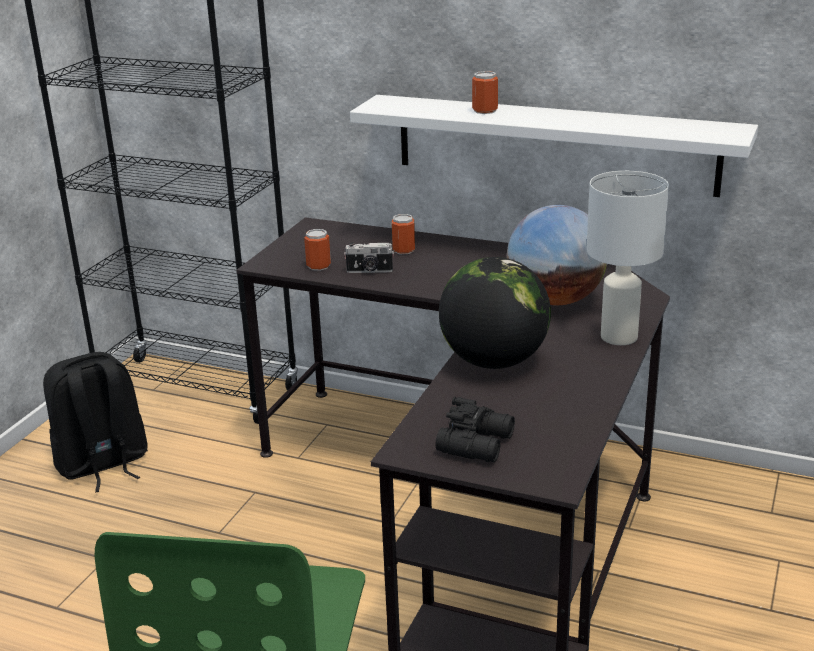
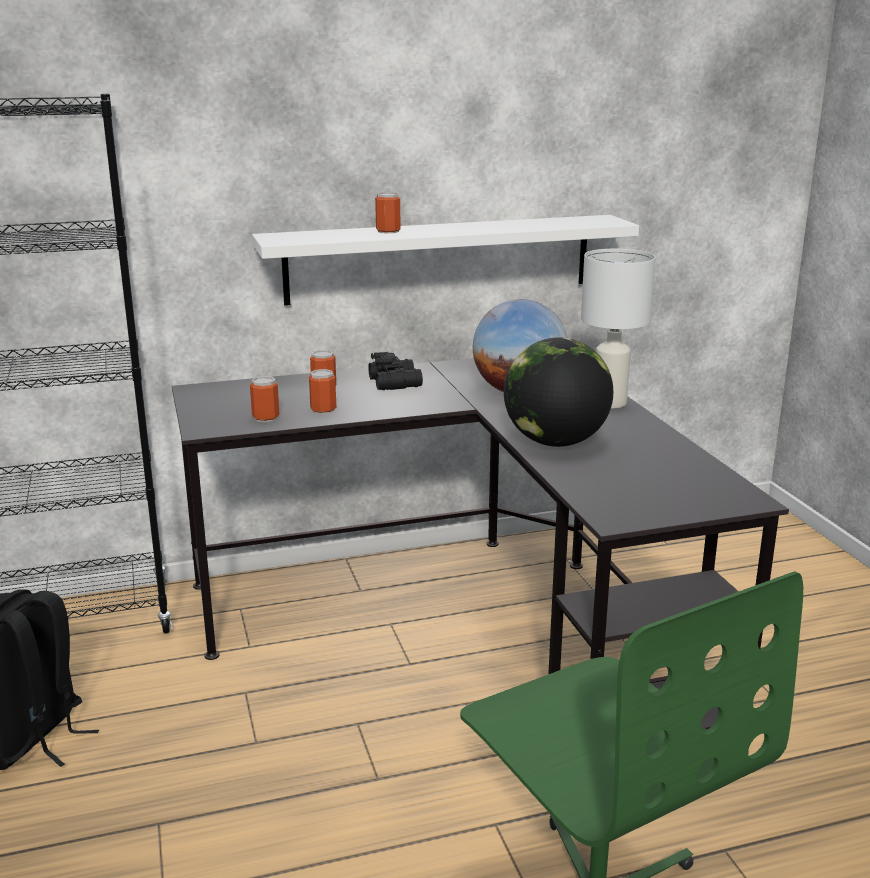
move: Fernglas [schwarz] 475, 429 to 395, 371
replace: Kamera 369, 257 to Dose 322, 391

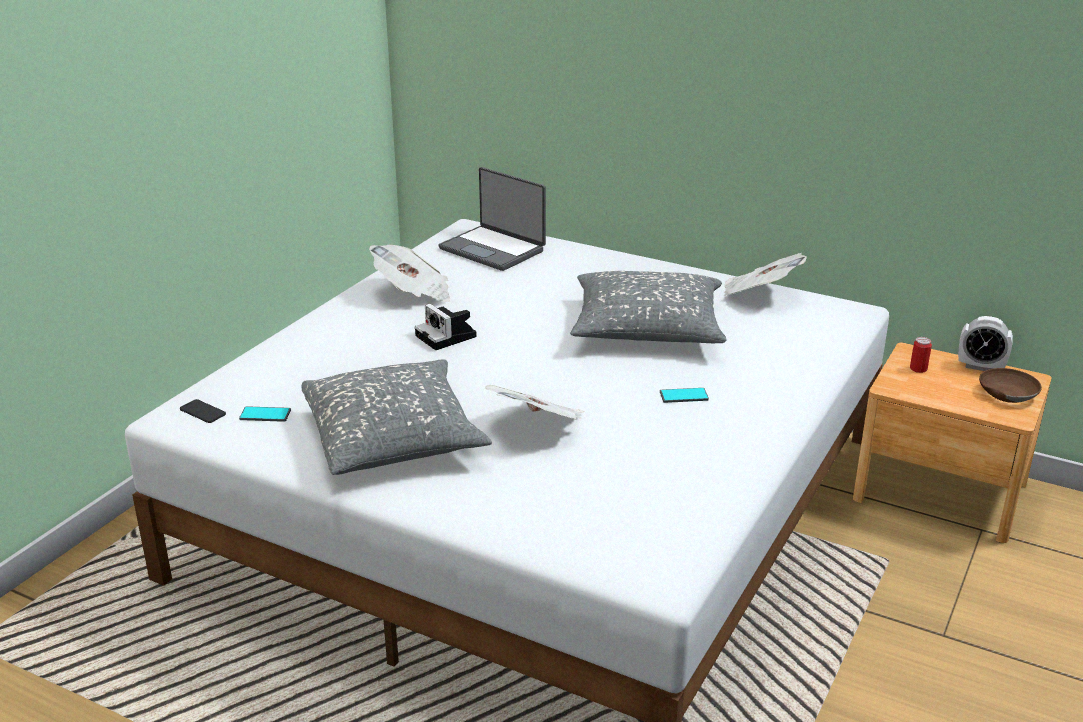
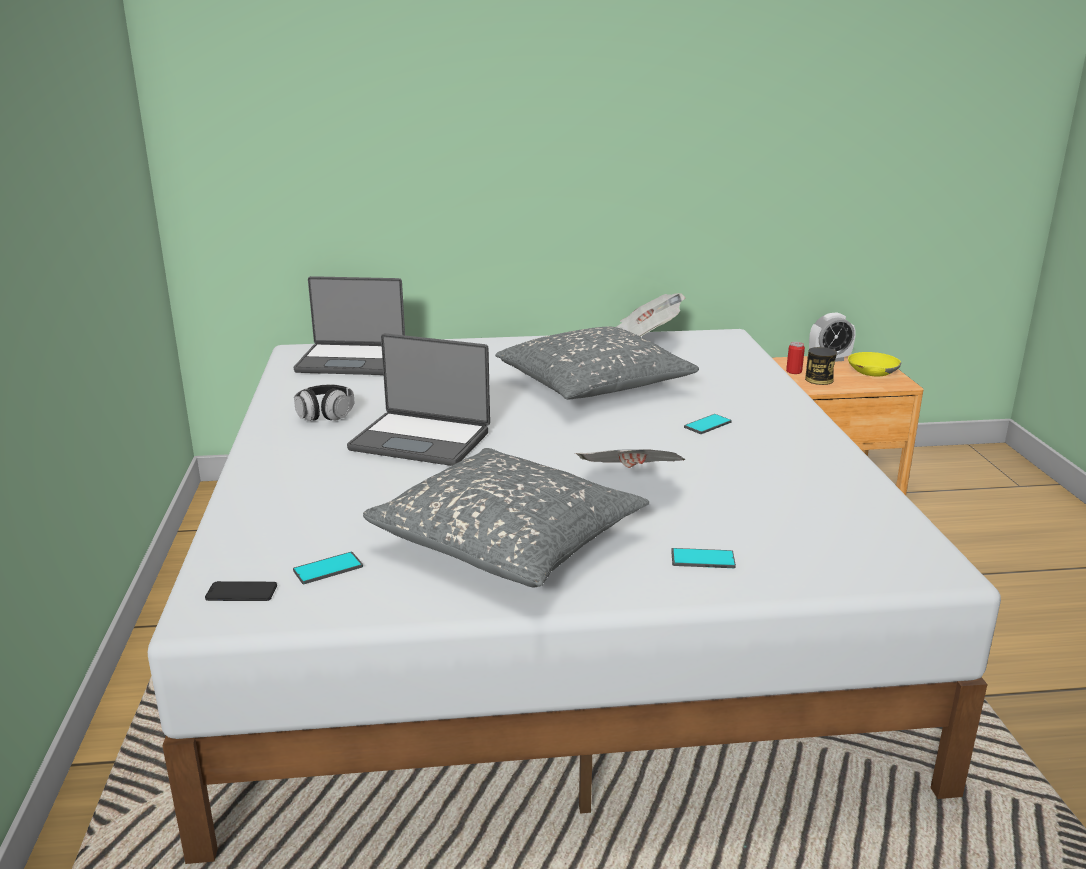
insert: Handy 703, 558; Dose 821, 366
replace: Zeitung 409, 273 to Kopfhörer 324, 402; Kamera 446, 327 to Laptop 418, 399
recolor: Schüssel [braun] 1010, 385 to Schüssel [gelb] 874, 364

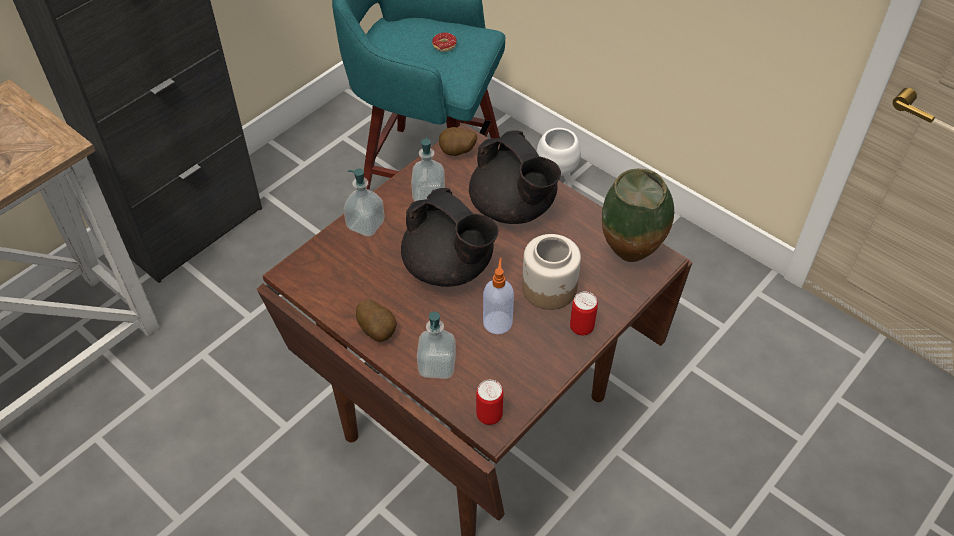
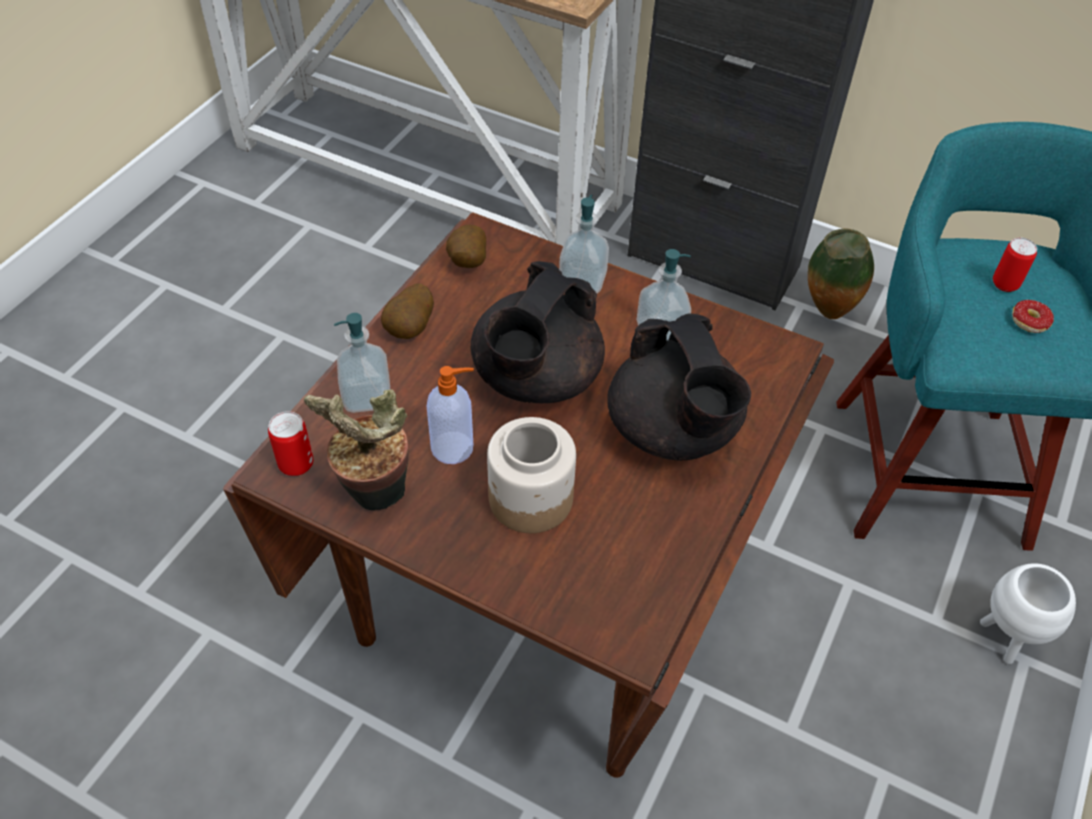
insert: Topfpflanze 356, 450
move: Kartoffel 458, 141 to 466, 246; Vase 638, 215 to 841, 273; Dose 584, 313 to 1015, 264
rotate: Teekanne [schwarz] 515, 177 = 679, 387 60 degrees counterclockwise

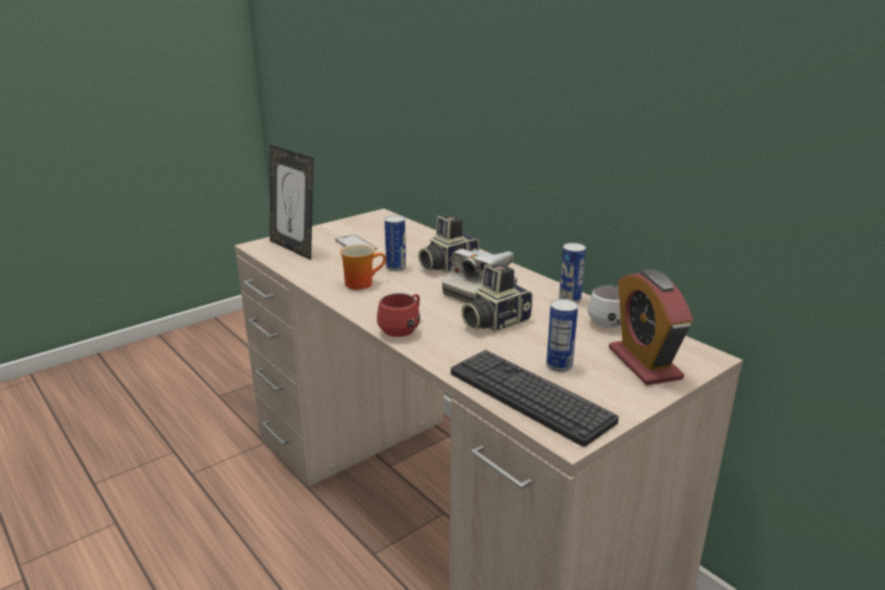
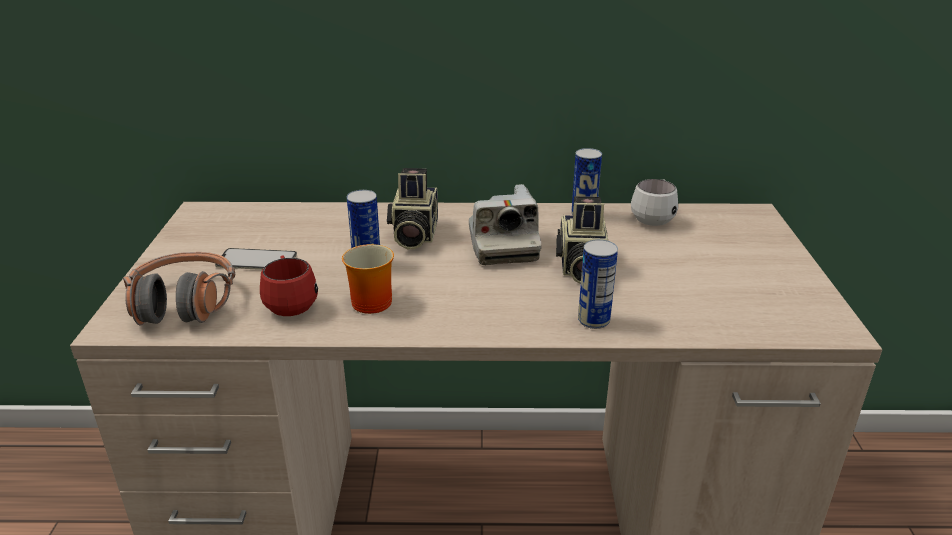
delete: Tastatur 535, 398; Wecker 651, 327
move: Henkelbecher [rot] 398, 315 to 289, 285; Dose 562, 335 to 598, 284
replace: Bilderrahmen 292, 202 to Kopfhörer 179, 289

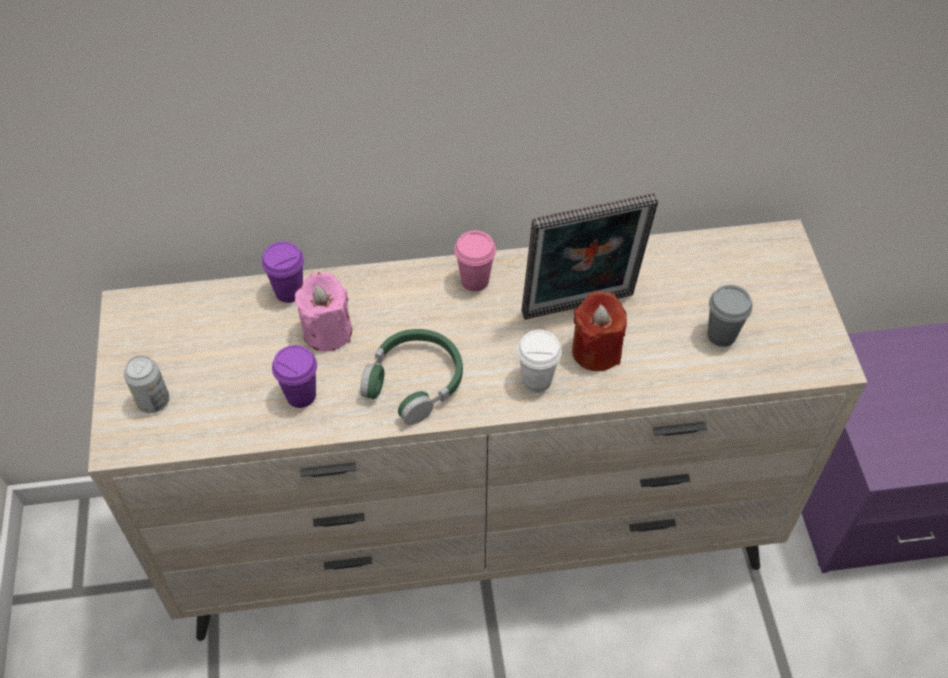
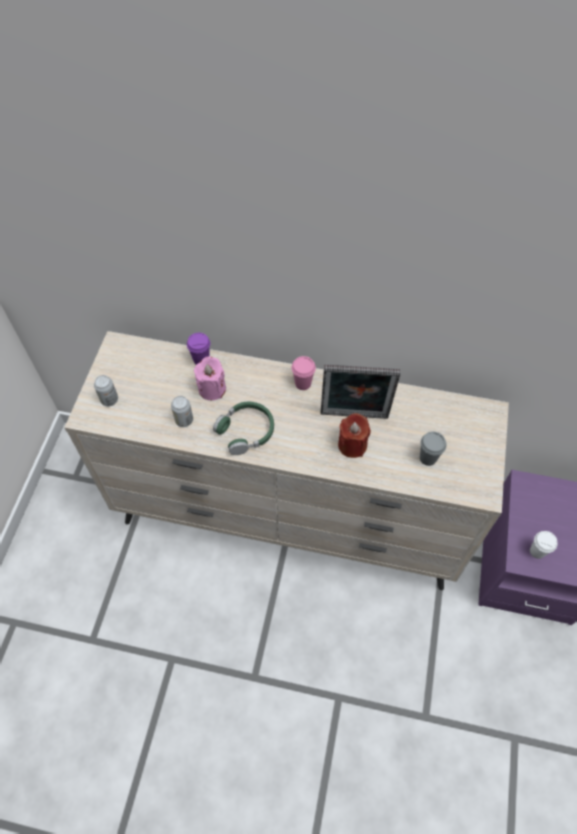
move: Tasse [weiß] 539, 361 to 544, 545
replace: Tasse [lila] 294, 376 to Dose 182, 411

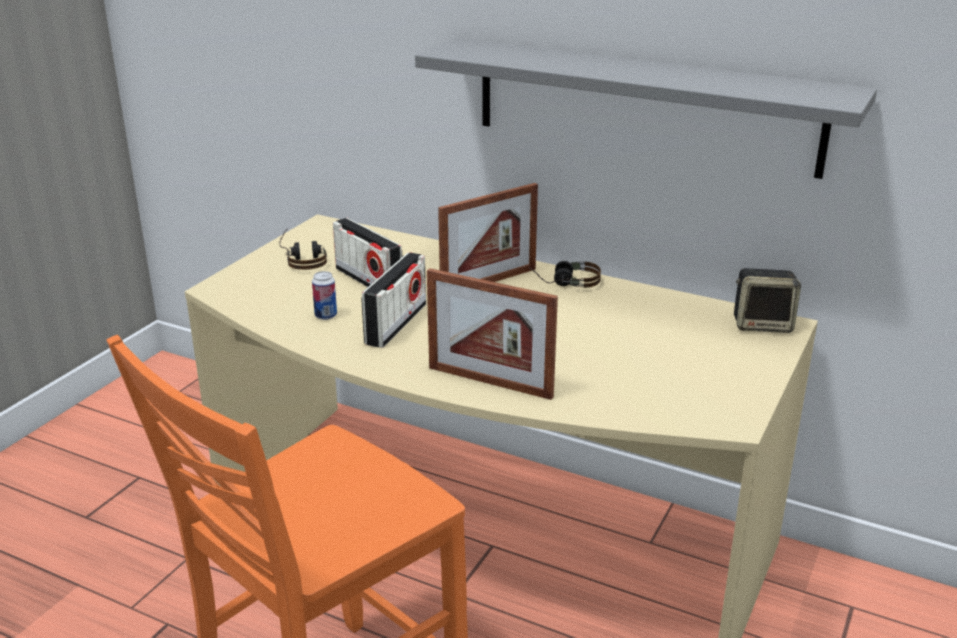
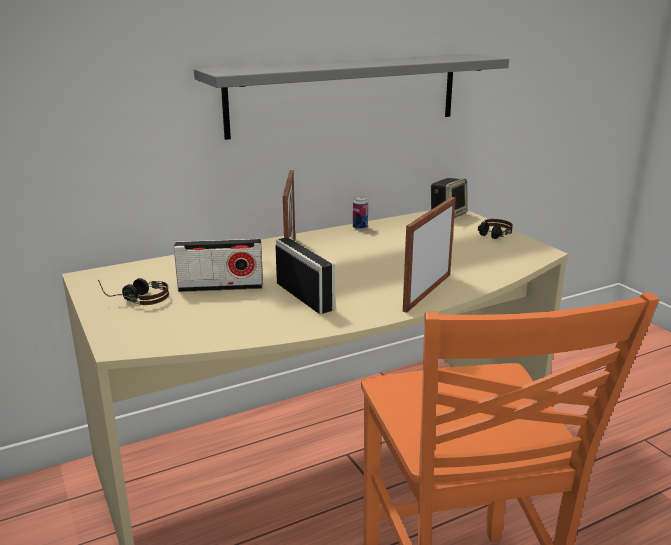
move: Dose 324, 295 to 360, 213; Kopfhörer 565, 274 to 495, 229
rotate: Bilderrahmen 492, 334 = 429, 255 150 degrees clockwise

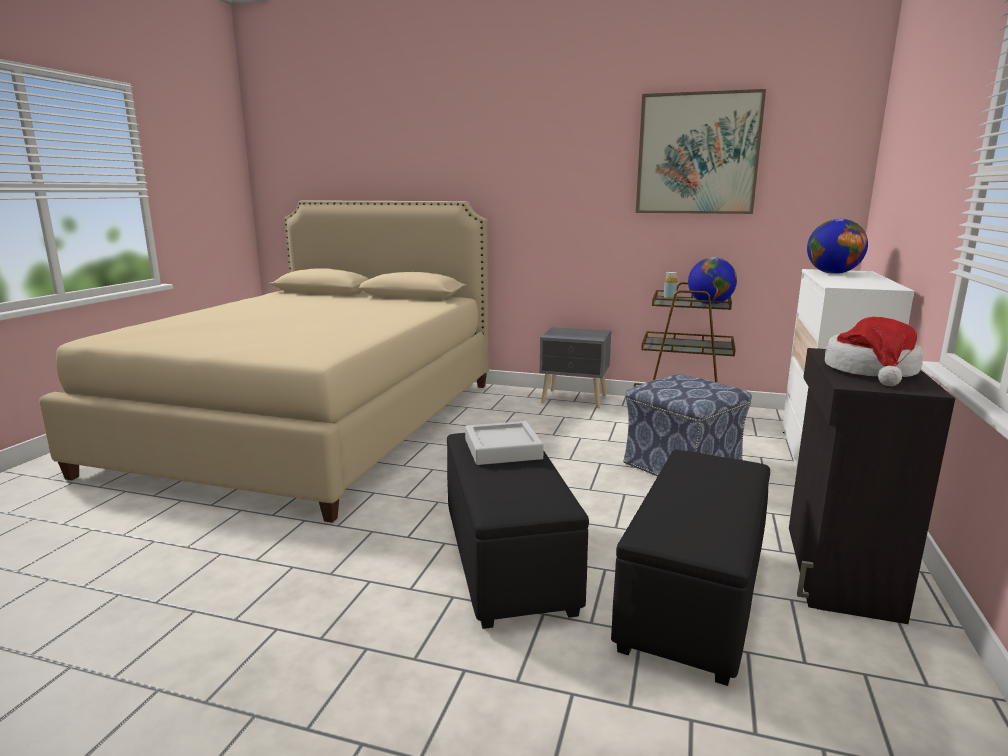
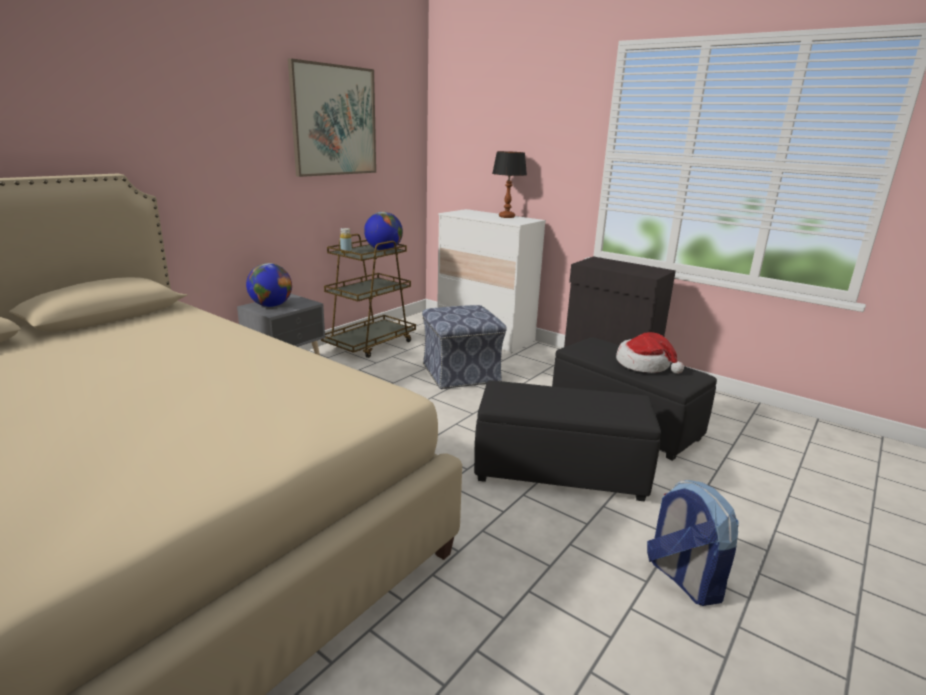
delete: Tablett [grau] 504, 443
insert: Tischlampe 509, 184; Rucksack 692, 543
move: Globus 837, 246 to 269, 285; Hut 874, 351 to 650, 353

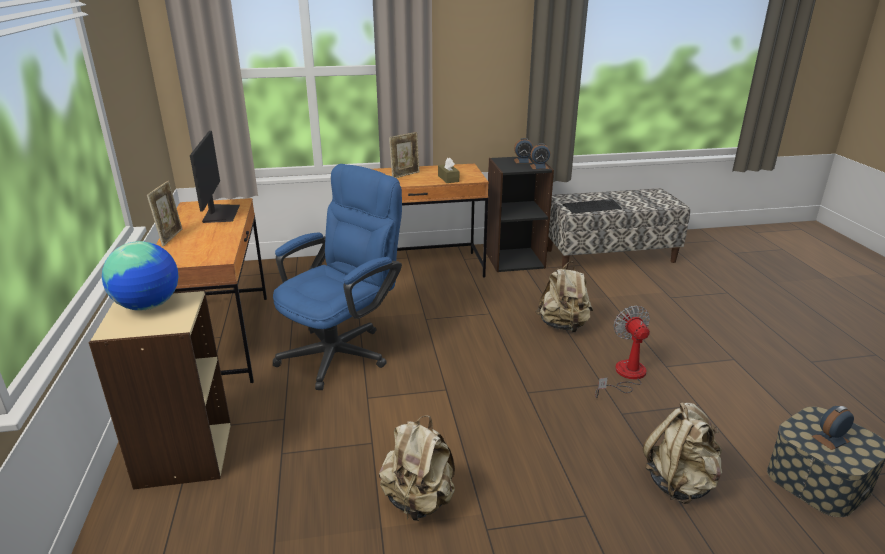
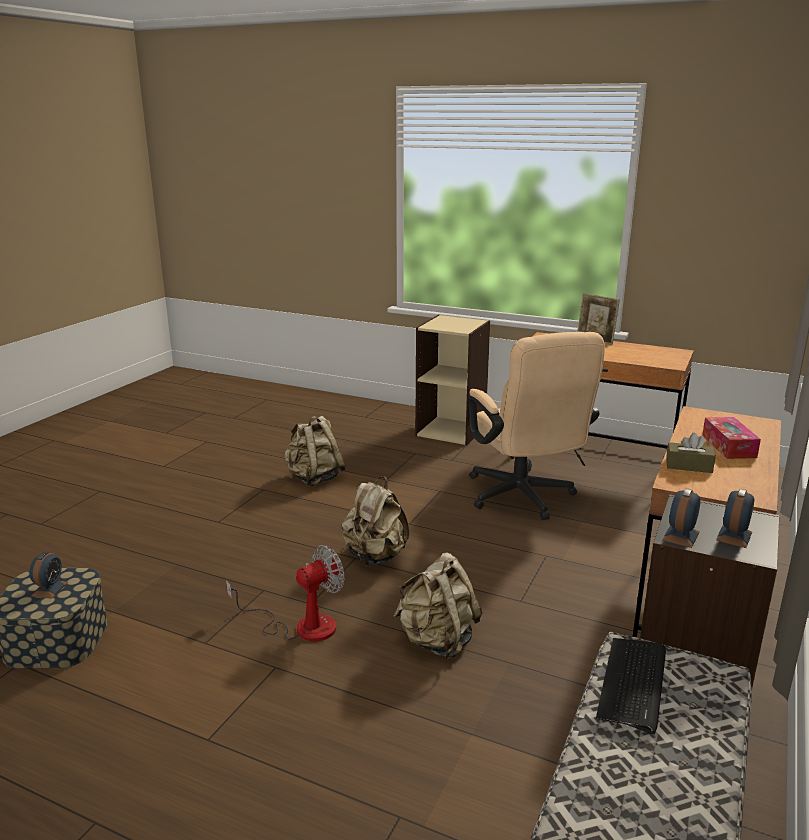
delete: Globus 140, 276; Monitor 215, 177
move: Rucksack [beige] 682, 453 to 375, 521
replace: Bilderrahmen 404, 155 to Taschentuchbox 731, 438
recolor: Bürostuhl [blau] 337, 277 to Bürostuhl [beige] 536, 426
rotate: Ventilator 622, 352 = 285, 593 60 degrees counterclockwise

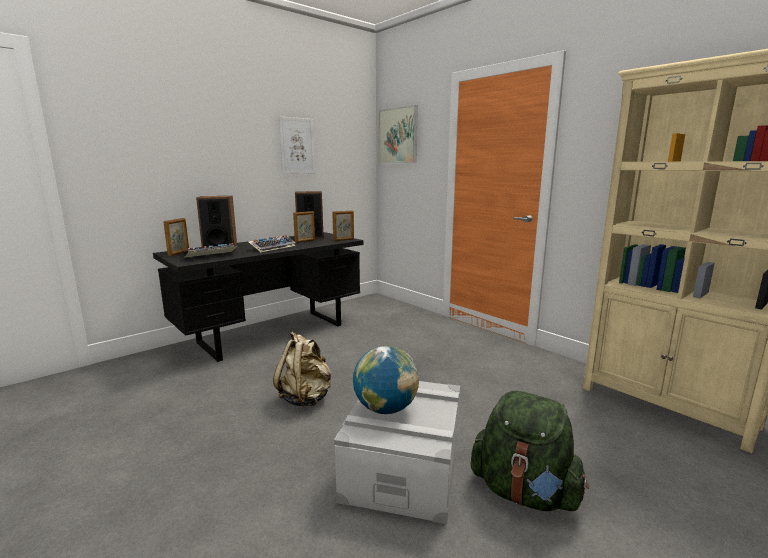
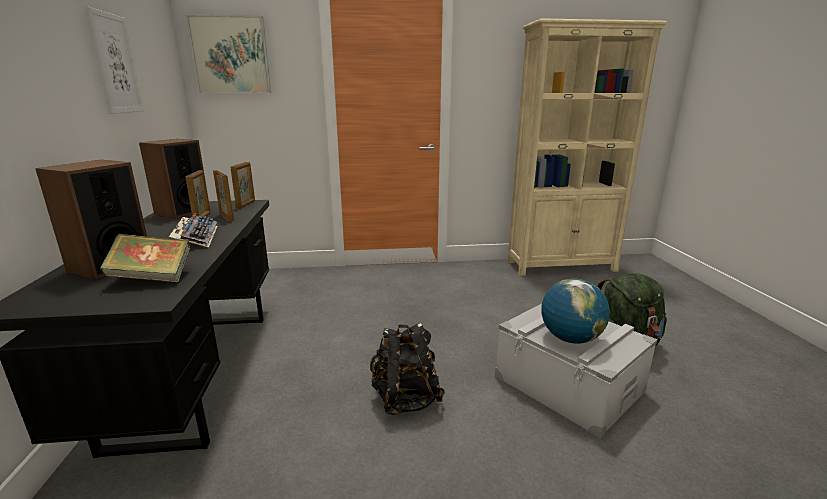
move: Bilderrahmen 176, 237 to 223, 196
replace: Tastatur 210, 250 to Buch 145, 258
recolor: Rucksack [beige] 302, 369 to Rucksack [schwarz] 407, 369

